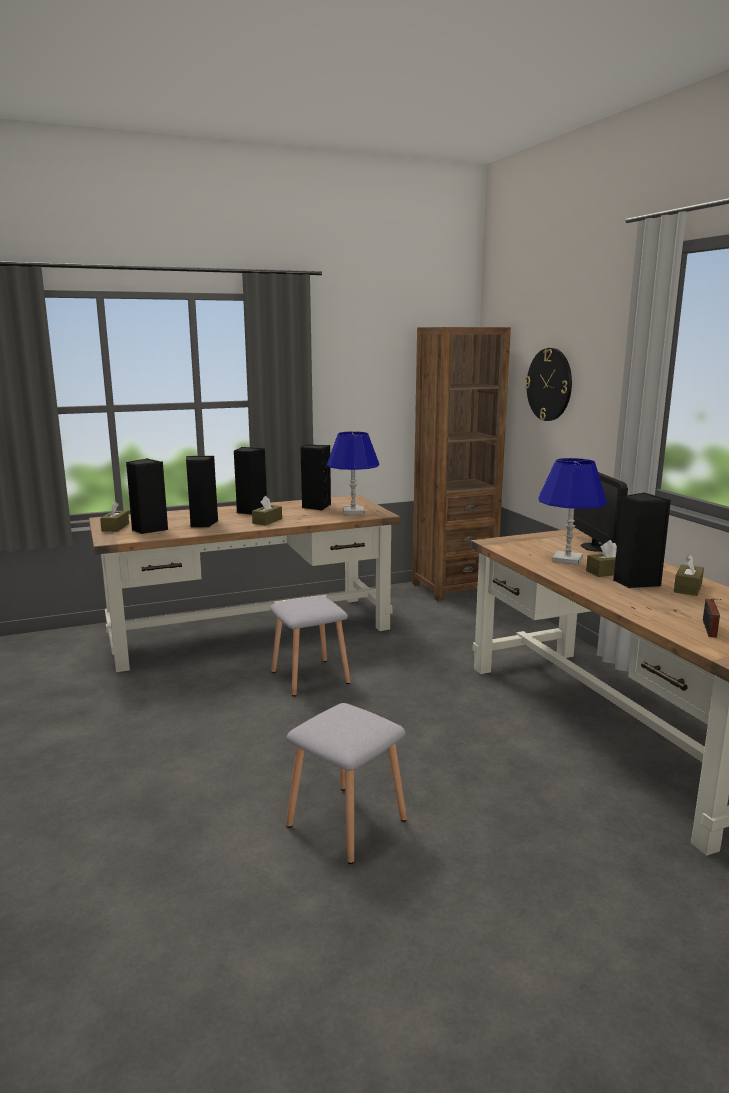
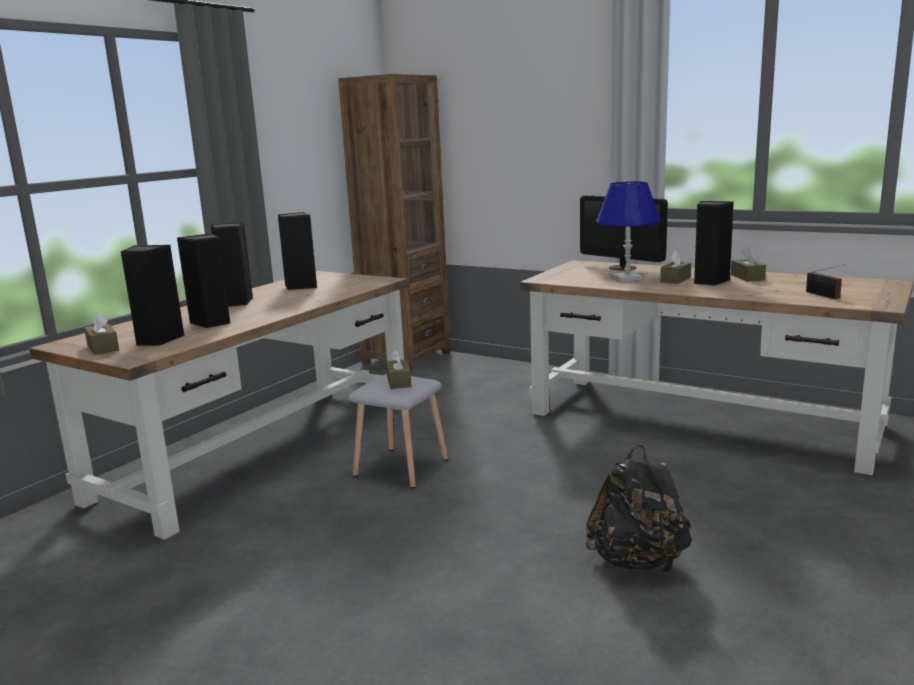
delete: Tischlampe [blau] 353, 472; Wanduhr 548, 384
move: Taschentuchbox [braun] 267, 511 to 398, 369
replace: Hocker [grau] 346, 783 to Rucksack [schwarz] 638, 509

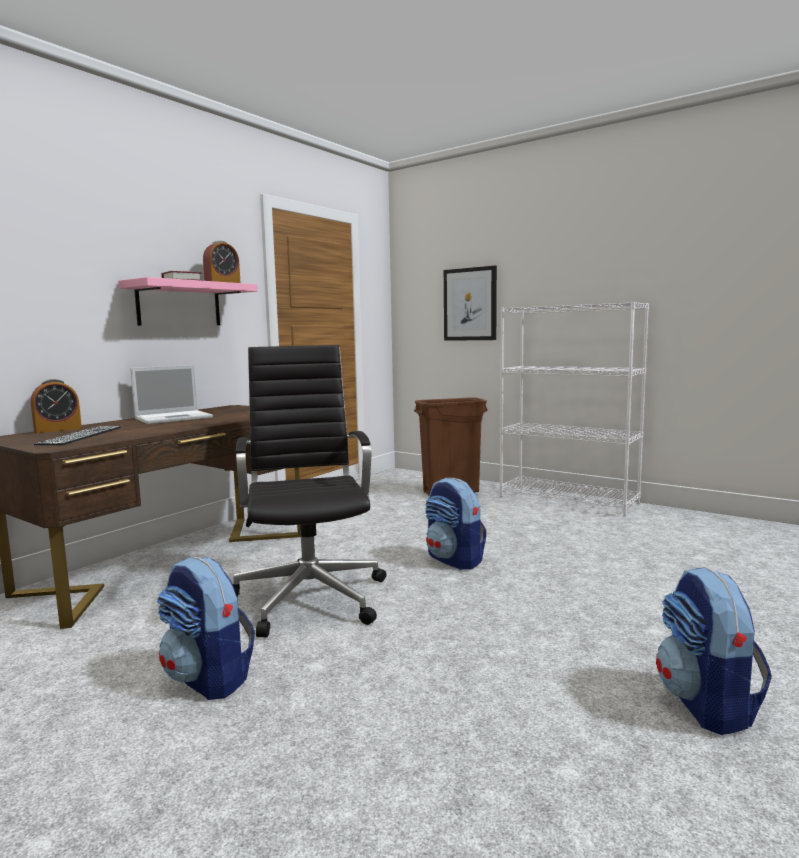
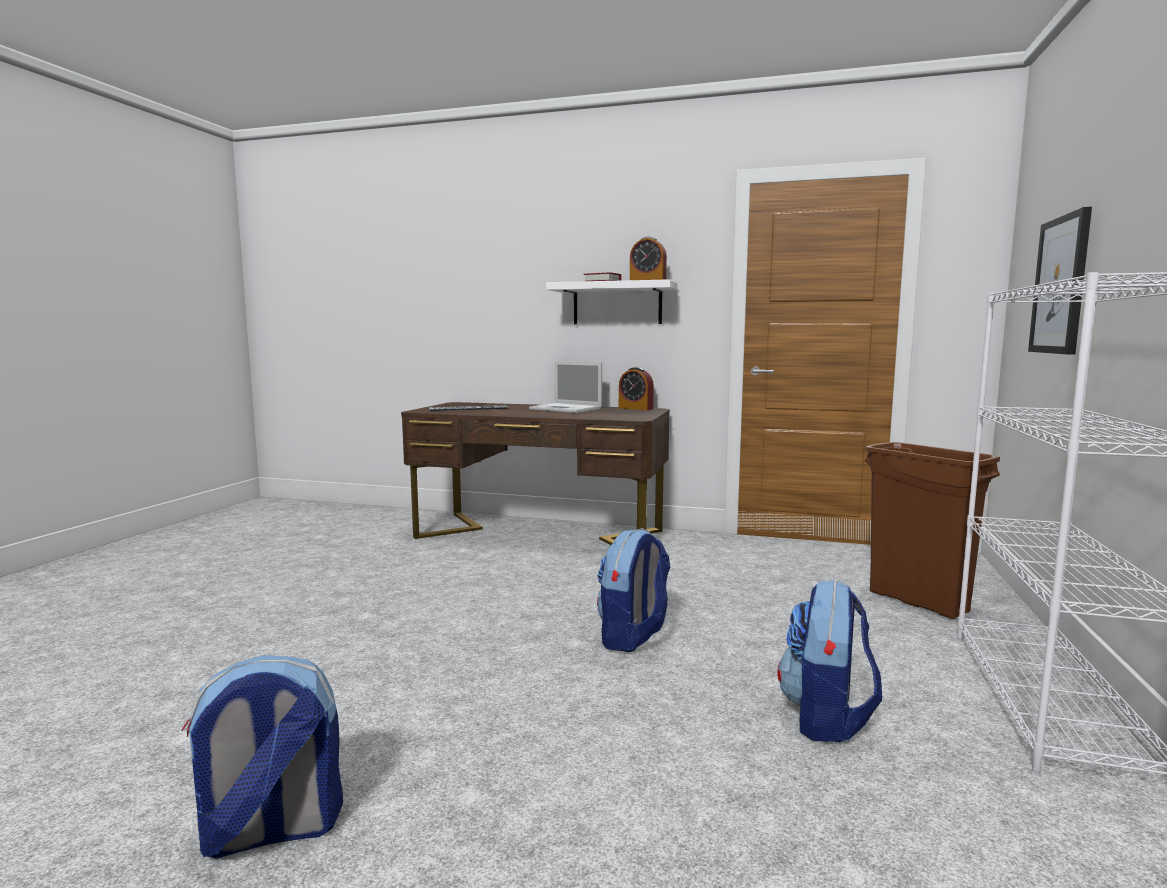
delete: Bürostuhl [schwarz] 309, 491
move: Wecker 56, 406 to 636, 388; Rucksack 206, 628 to 829, 660
recolor: Wandregal [rosa] 188, 301 to Wandregal [weiß] 612, 301

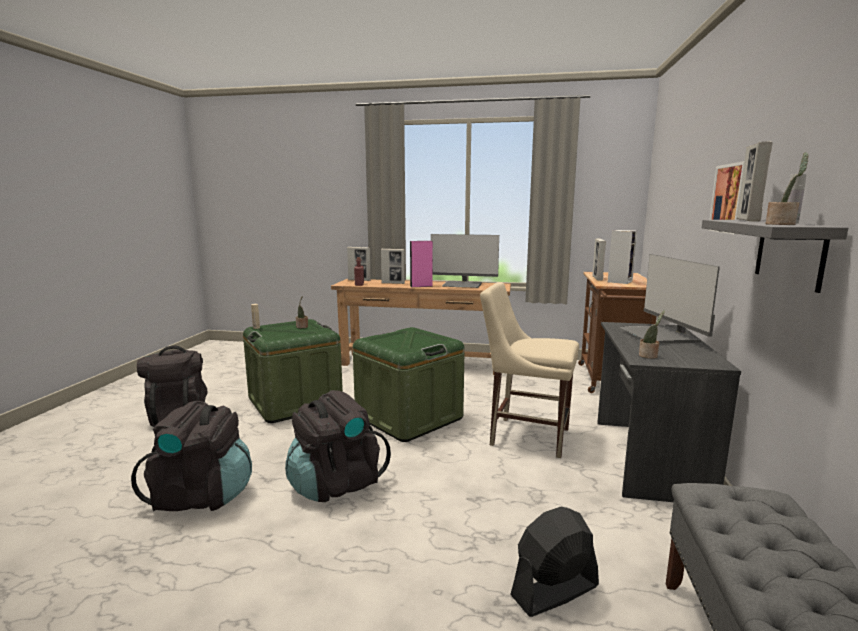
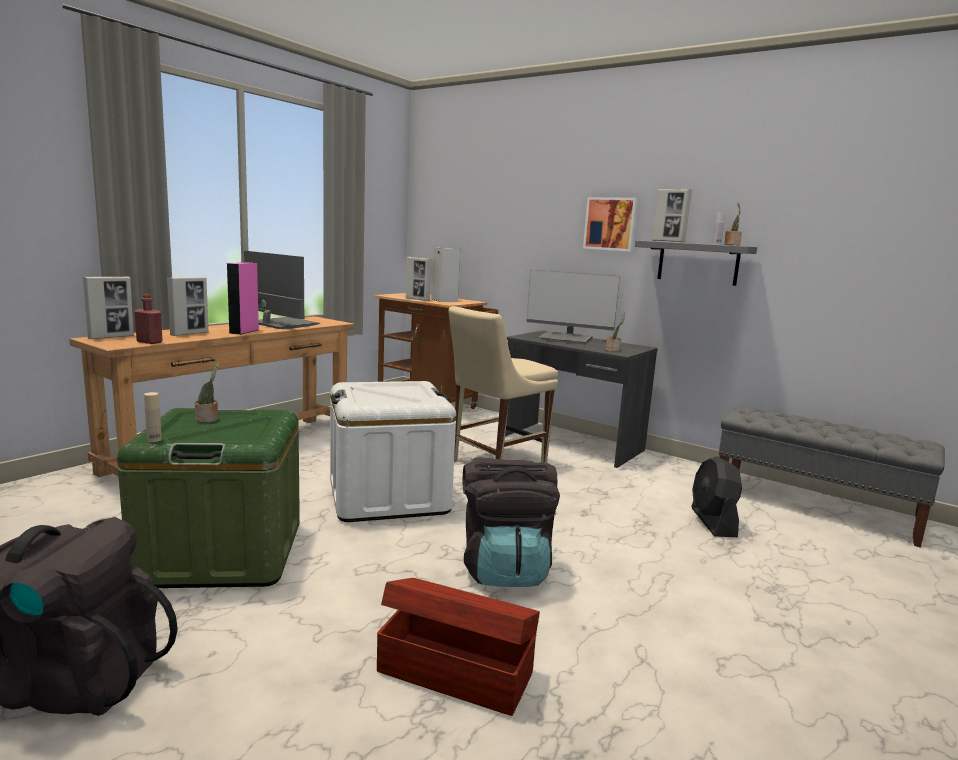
replace: Rucksack [schwarz] 191, 456 to Aufbewahrungsbox [braun] 458, 647
recolor: Aufbewahrungsbox [grün] 409, 384 to Aufbewahrungsbox [weiß] 393, 451
rotate: Monitor 465, 261 = 282, 290 90 degrees counterclockwise

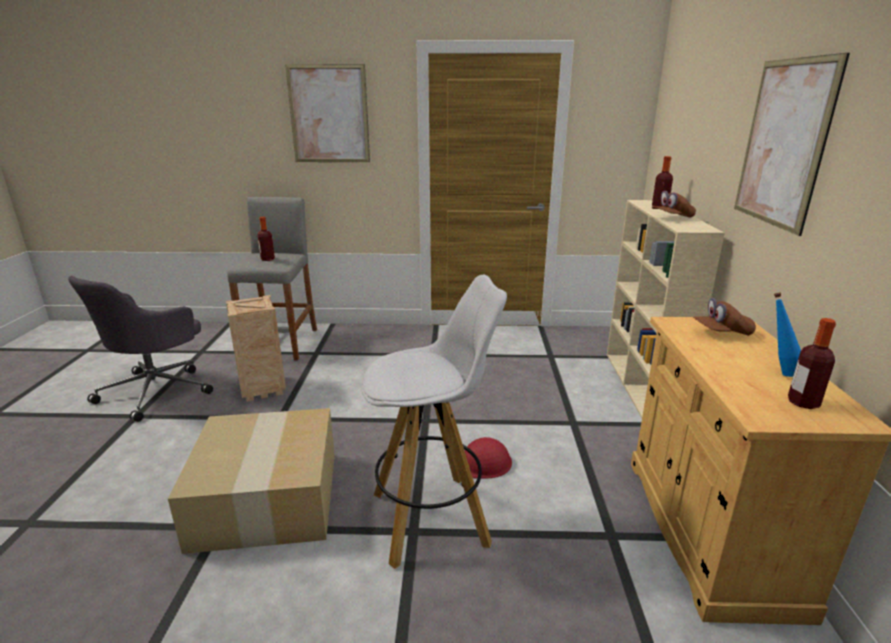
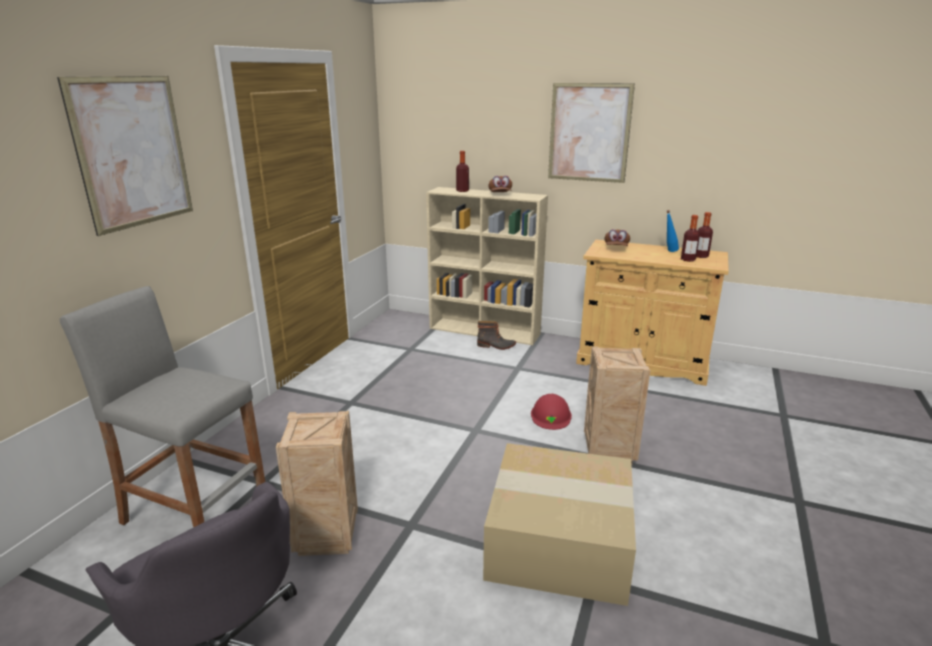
insert: Stiefel 496, 335
move: Flasche 266, 239 to 690, 238
replace: Hocker [weiß] 434, 422 to Kiste 617, 405

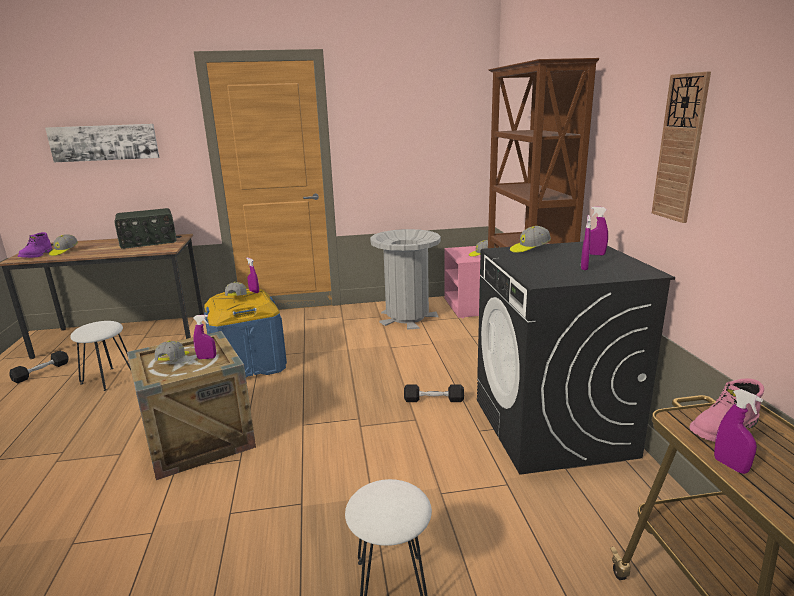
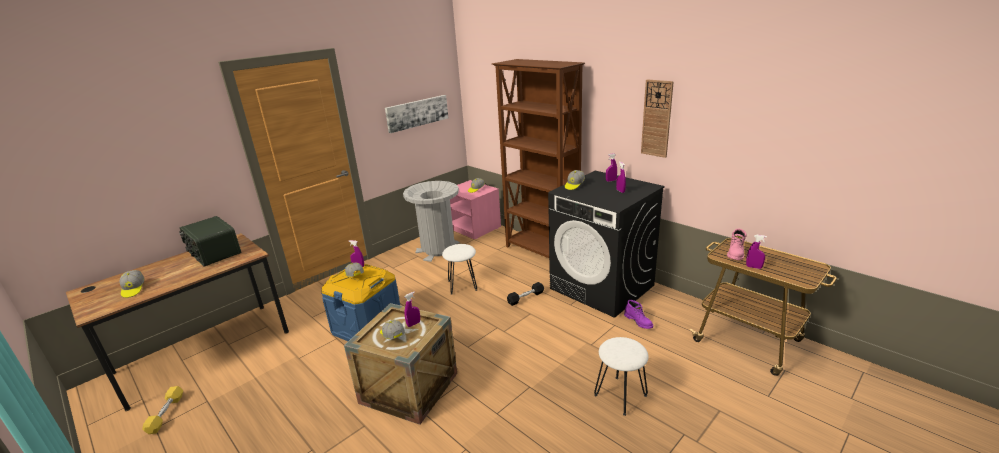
move: Bild 102, 143 to 416, 114; Hocker [weiß] 100, 356 to 459, 269; Stiefel [lila] 35, 245 to 638, 314
recolor: Hantel [schwarz] 38, 367 to Hantel [gelb] 162, 410
rotate: Radio 145, 228 = 210, 241 105 degrees clockwise

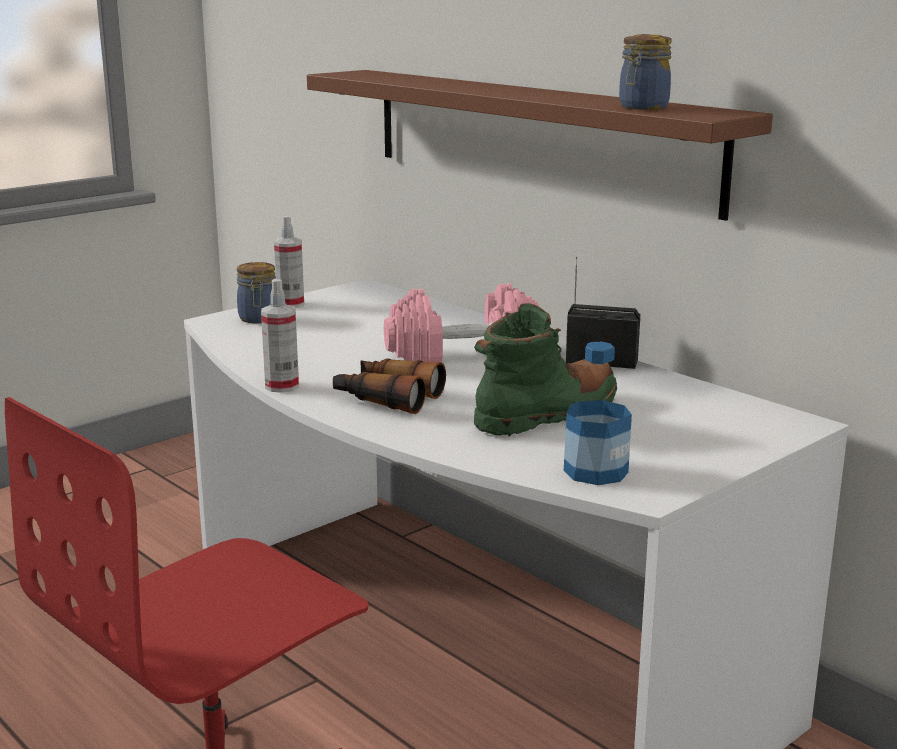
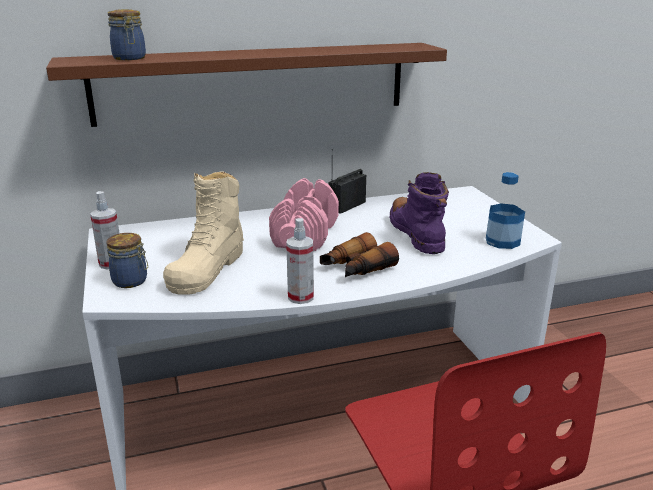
insert: Stiefel [beige] 203, 233
move: Vorratsglas 645, 72 to 127, 34
recolor: Stiefel [grün] 545, 370 to Stiefel [lila] 419, 213

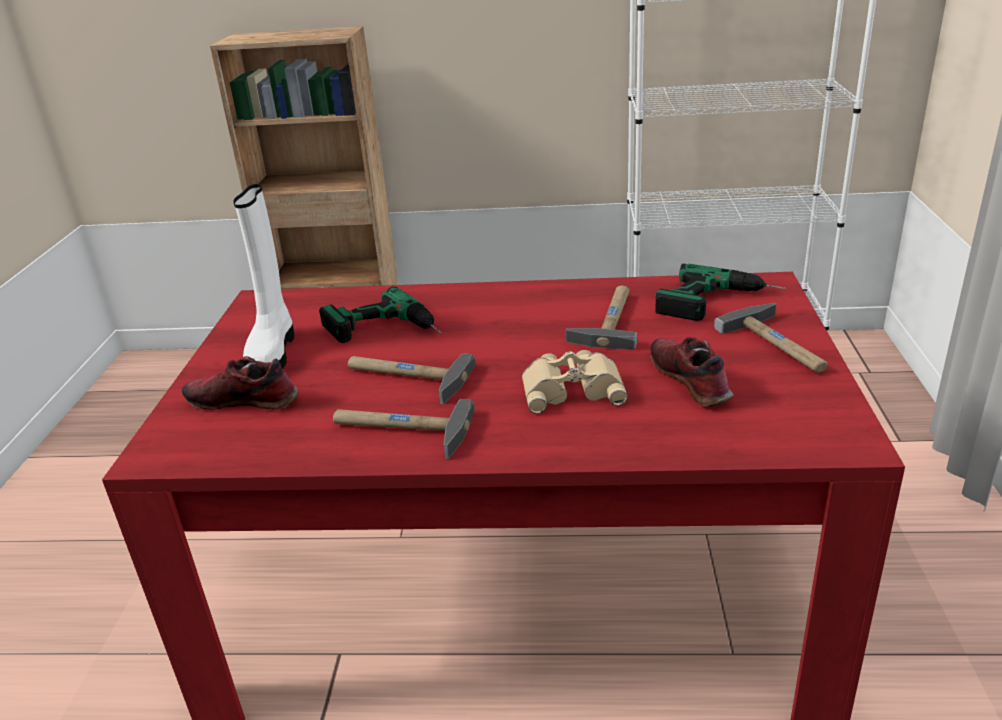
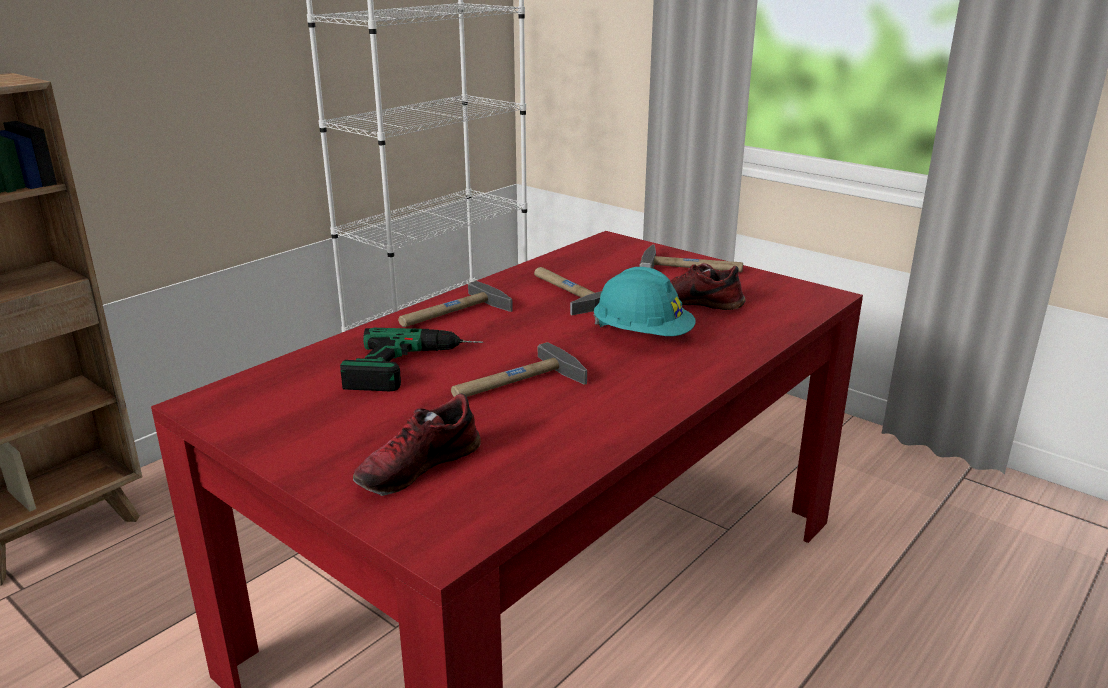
delete: Stiefel [weiß] 264, 276; Bohrmaschine 720, 292
move: Hammer 404, 429 to 455, 304
replace: Fernglas [beige] 575, 382 to Schutzhelm [türkis] 644, 301

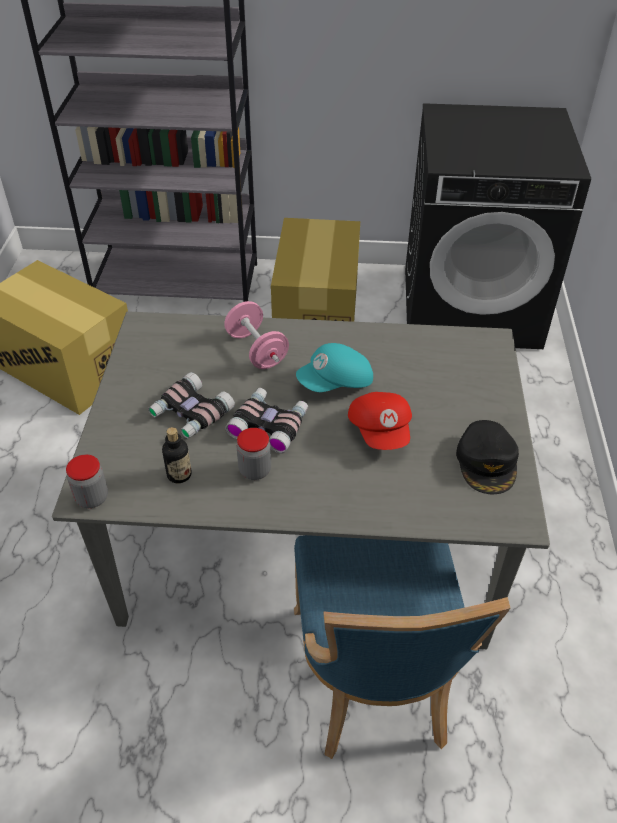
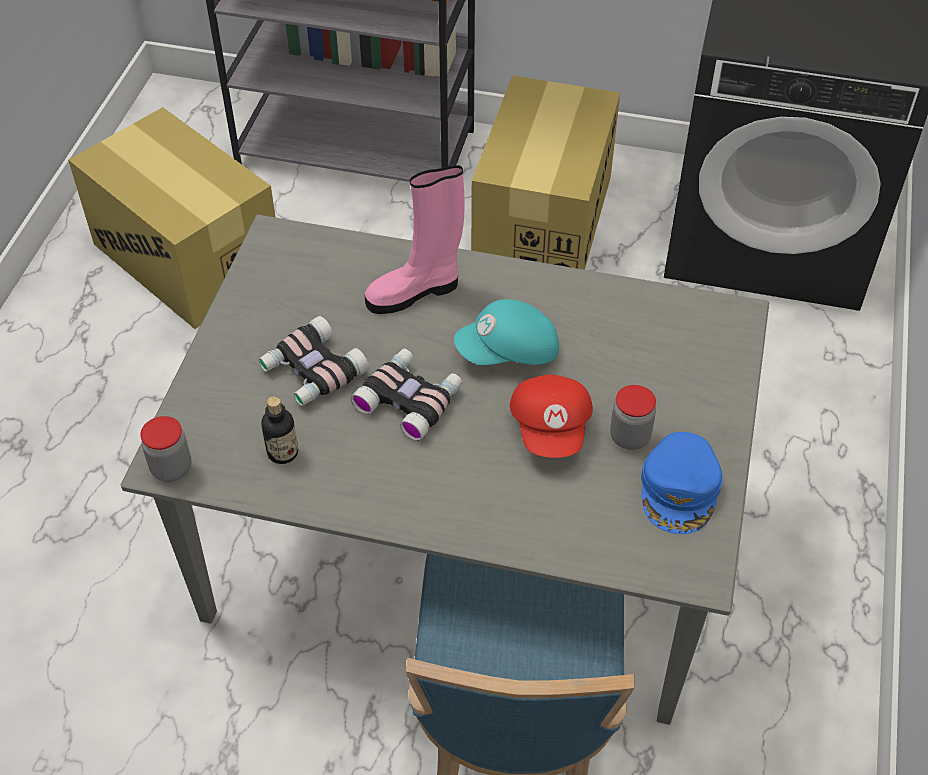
move: Vorratsglas 254, 454 to 633, 417
replace: Hantel [rosa] 256, 335 to Stiefel [rosa] 414, 239
recolor: Kappe [schwarz] 487, 457 to Kappe [blau] 682, 483

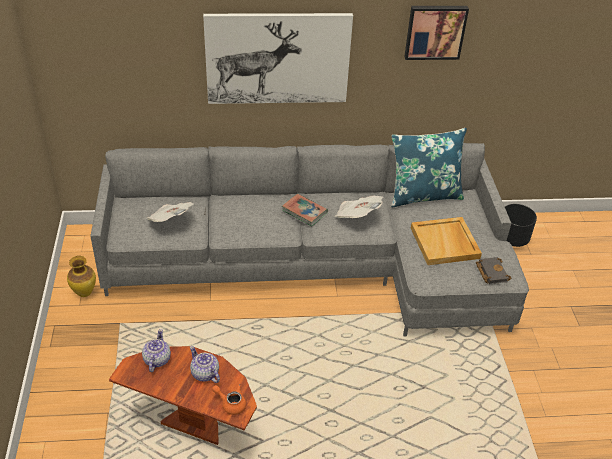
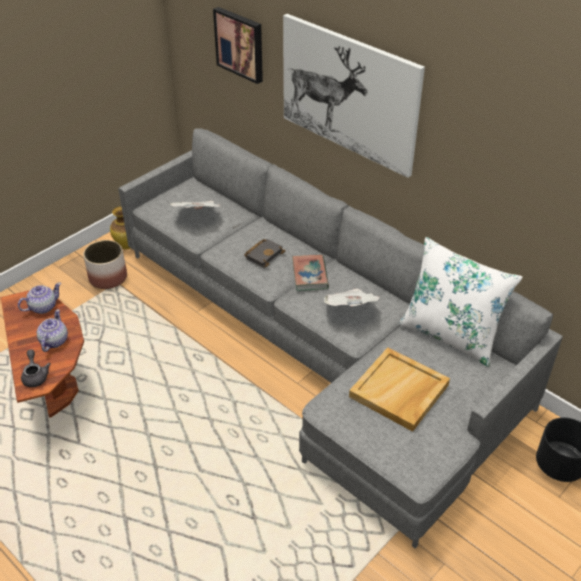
insert: Pflanzkübel 105, 264
move: Bild 436, 33 to 238, 45; Buch [schwarz] 494, 270 to 264, 253
recolor: Teekanne [orange] 229, 399 to Teekanne [grau] 35, 368; Kissen [blau] 429, 167 to Kissen [weiß] 461, 302

